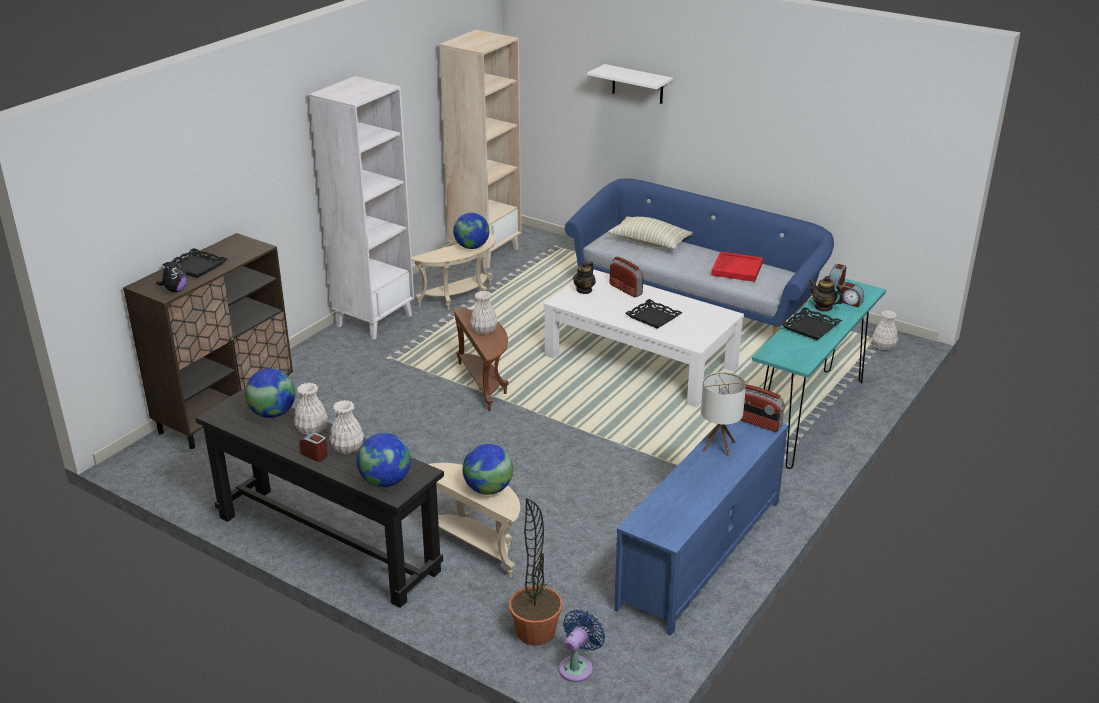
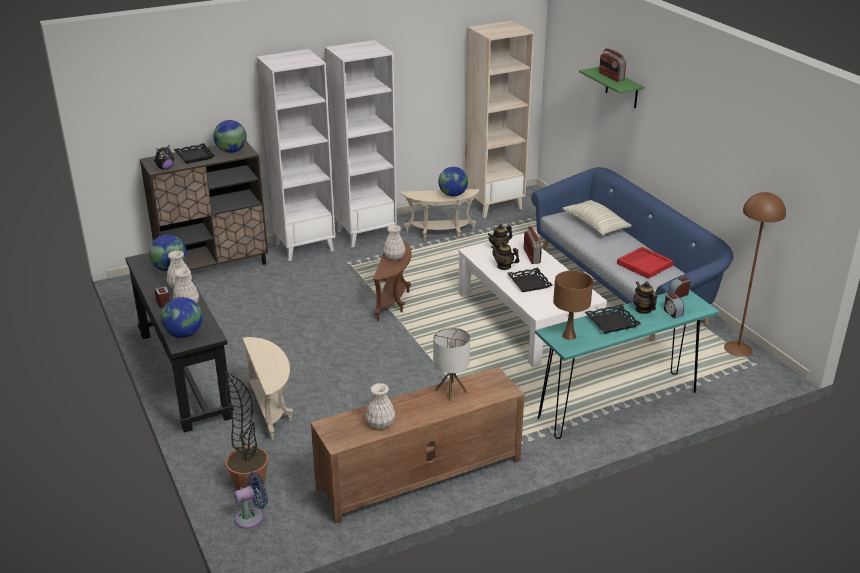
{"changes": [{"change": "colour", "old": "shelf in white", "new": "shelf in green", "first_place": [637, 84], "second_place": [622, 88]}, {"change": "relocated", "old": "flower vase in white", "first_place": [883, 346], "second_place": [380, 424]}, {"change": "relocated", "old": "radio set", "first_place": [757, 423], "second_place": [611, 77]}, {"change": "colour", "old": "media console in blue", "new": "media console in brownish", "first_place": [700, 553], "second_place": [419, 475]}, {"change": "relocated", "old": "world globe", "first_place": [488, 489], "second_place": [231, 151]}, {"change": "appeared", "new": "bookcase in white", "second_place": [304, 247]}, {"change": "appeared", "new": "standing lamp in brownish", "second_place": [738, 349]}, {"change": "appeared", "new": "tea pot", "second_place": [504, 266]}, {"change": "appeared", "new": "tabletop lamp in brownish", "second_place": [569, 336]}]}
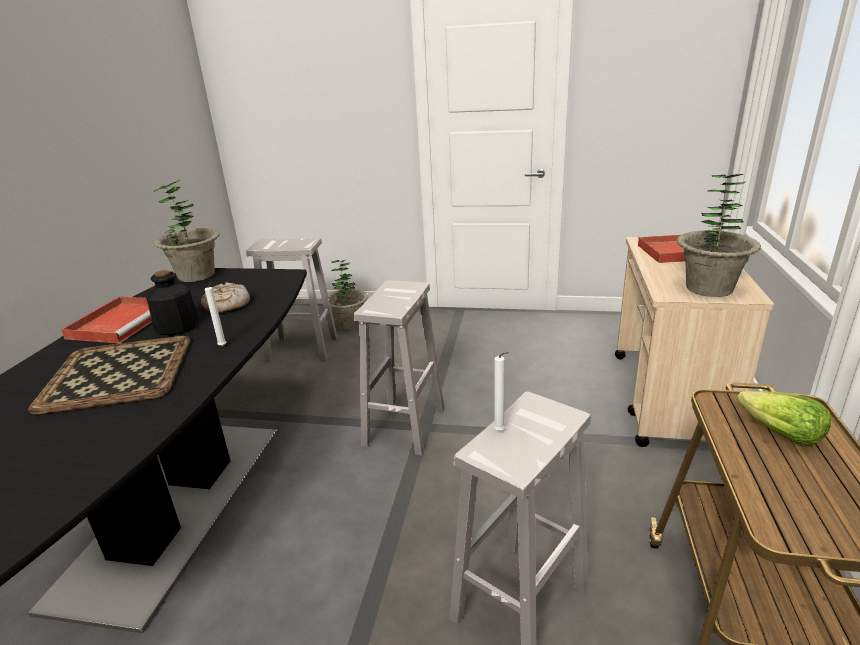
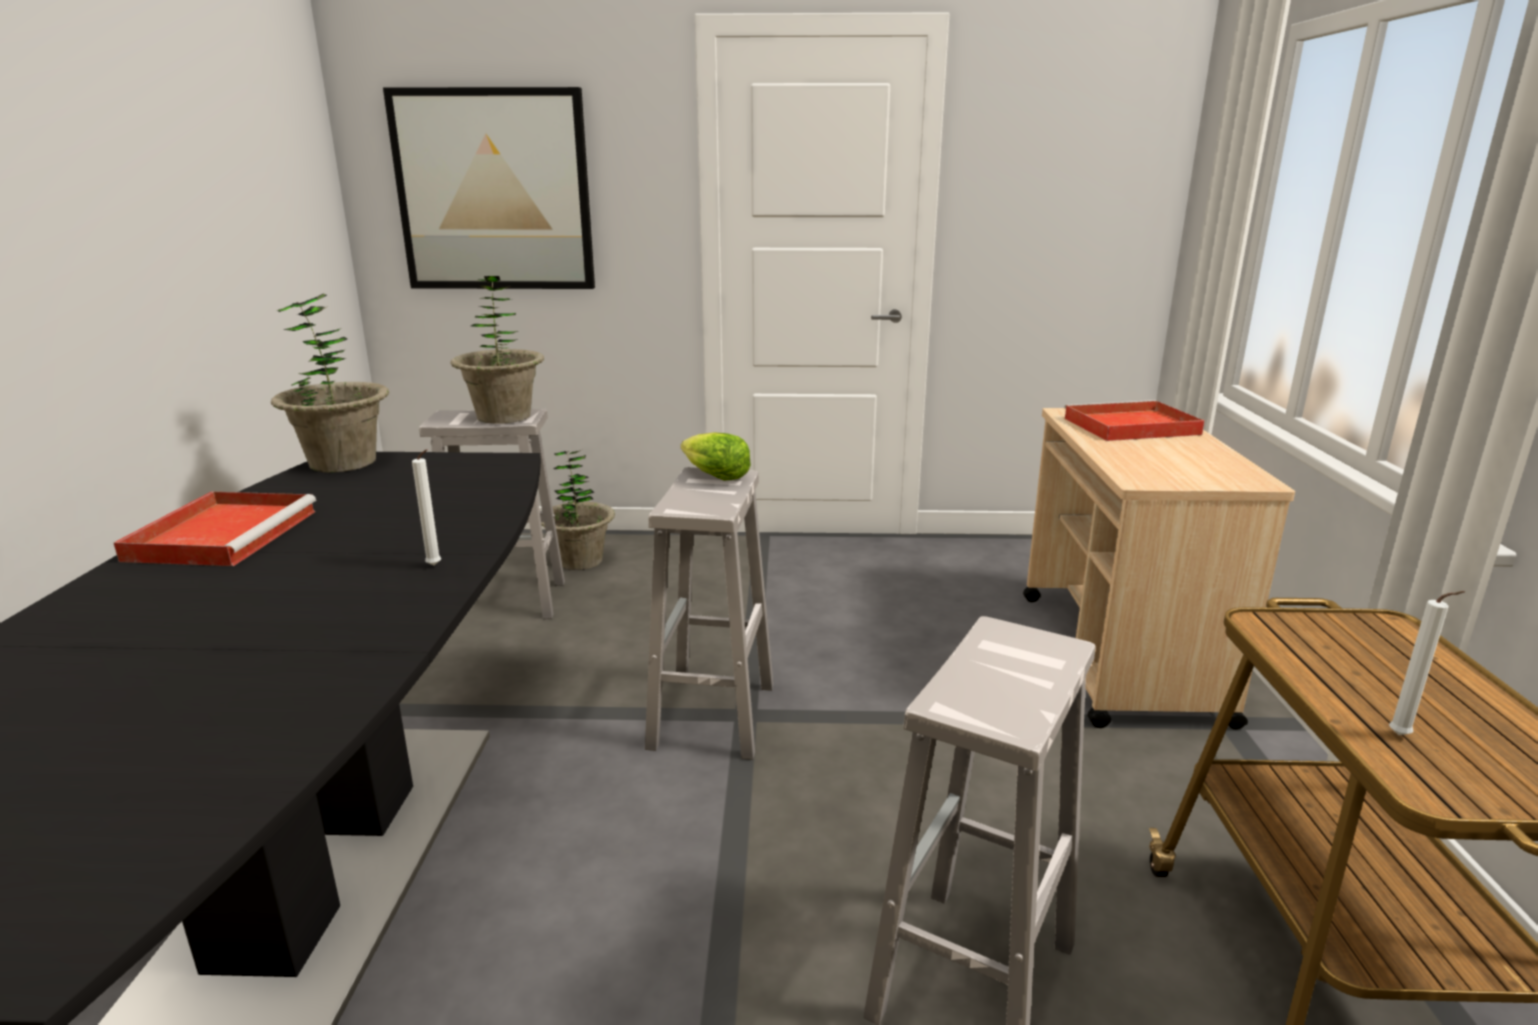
{"changes": [{"change": "relocated", "old": "houseplant", "first_place": [709, 288], "second_place": [504, 416]}, {"change": "missing", "old": "drink bottle", "first_place": [177, 326]}, {"change": "missing", "old": "baked bread", "first_place": [226, 305]}, {"change": "missing", "old": "tray", "first_place": [119, 372]}, {"change": "relocated", "old": "wax candle in white", "first_place": [500, 431], "second_place": [1403, 736]}, {"change": "relocated", "old": "head of lettuce", "first_place": [779, 433], "second_place": [714, 476]}, {"change": "appeared", "new": "picture", "second_place": [494, 191]}]}
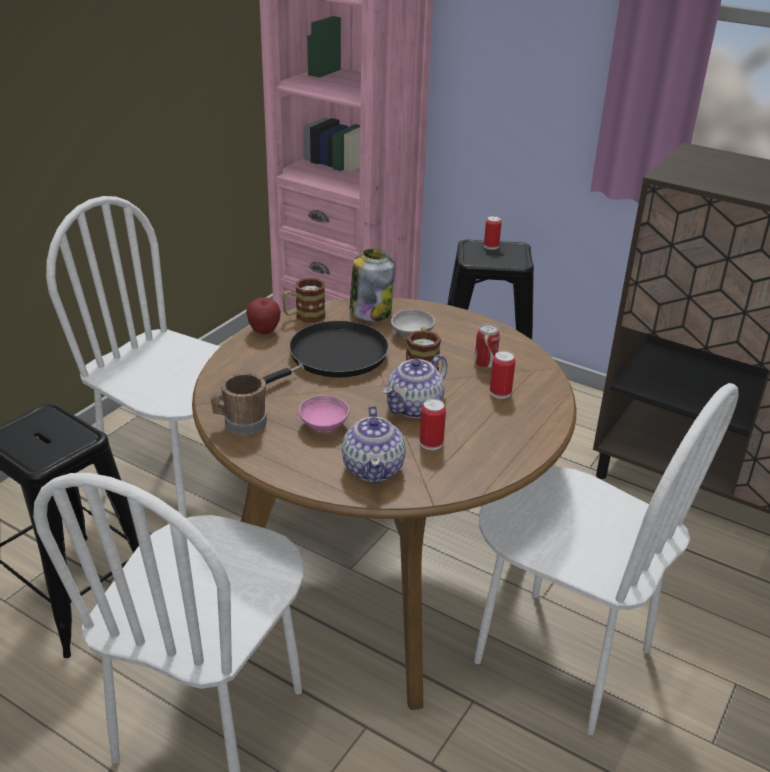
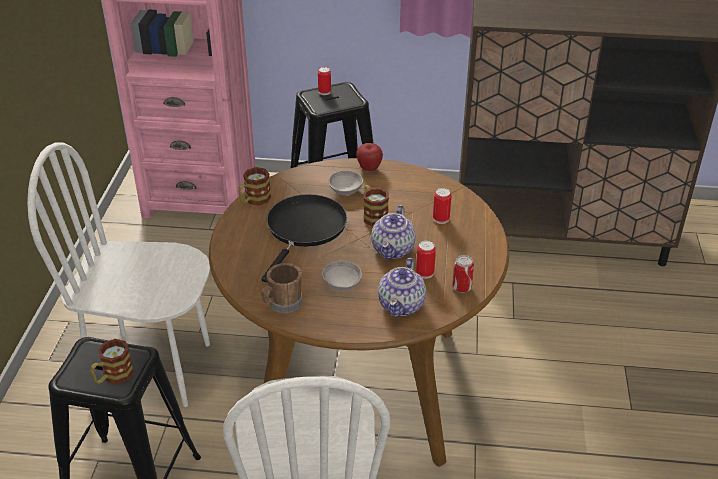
{"changes": [{"change": "missing", "old": "jar", "first_place": [370, 311]}, {"change": "relocated", "old": "apple", "first_place": [264, 331], "second_place": [369, 168]}, {"change": "relocated", "old": "can", "first_place": [485, 364], "second_place": [461, 288]}, {"change": "missing", "old": "chair in white", "first_place": [562, 657]}, {"change": "colour", "old": "deep dish in pink", "new": "deep dish in gray", "first_place": [324, 425], "second_place": [342, 284]}, {"change": "spun", "old": "tea pot", "first_place": [374, 468], "second_place": [402, 305], "degrees": 45}, {"change": "appeared", "new": "mug", "second_place": [113, 377]}]}
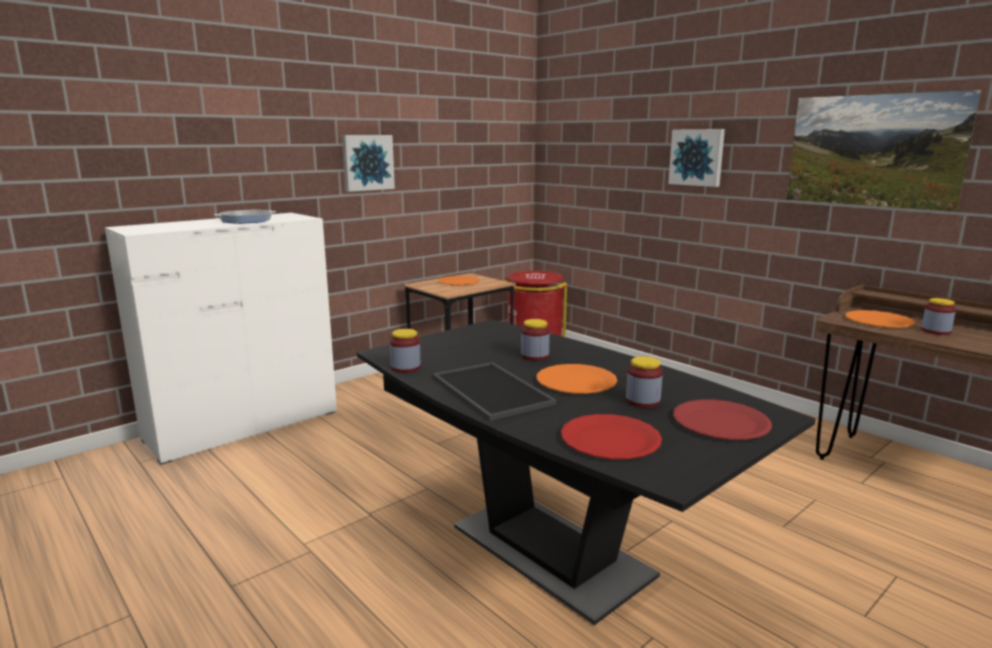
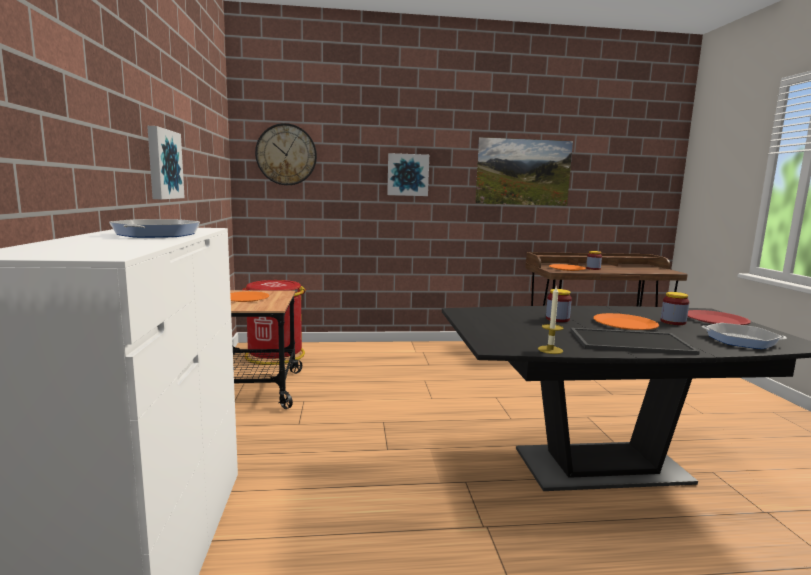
{"changes": [{"change": "exchanged", "old": "jar", "new": "wax candle", "first_place": [405, 368], "second_place": [550, 350]}, {"change": "exchanged", "old": "dinner plate in reddish", "new": "pan", "first_place": [610, 439], "second_place": [741, 340]}, {"change": "appeared", "new": "hanging clock", "second_place": [286, 154]}]}
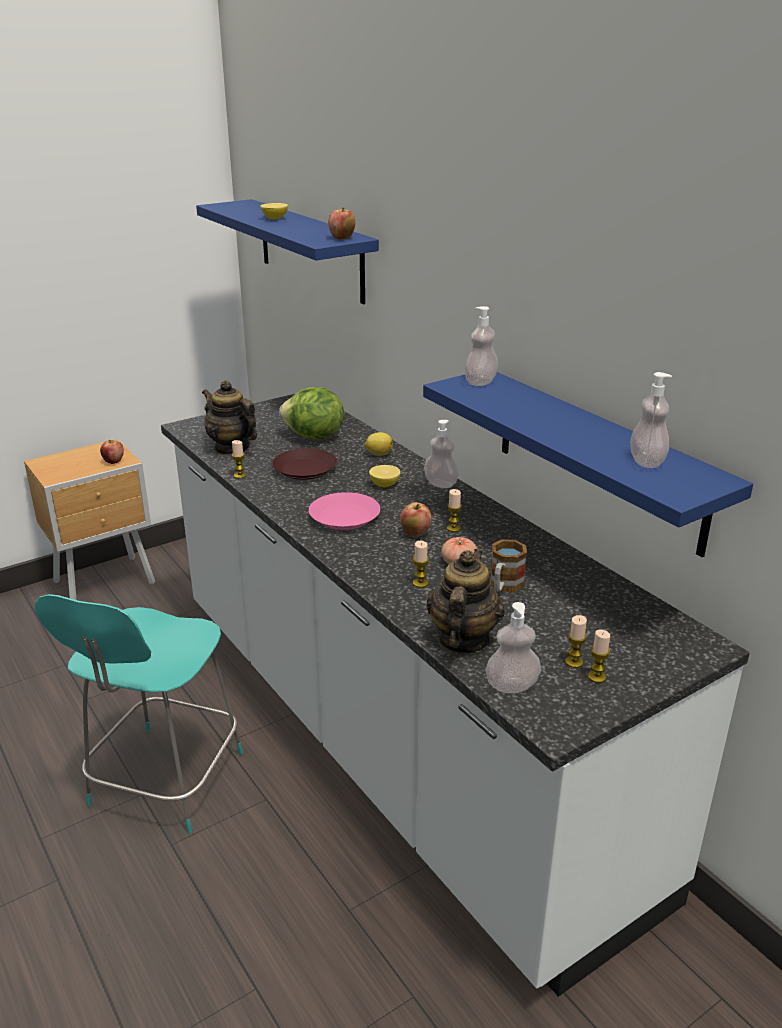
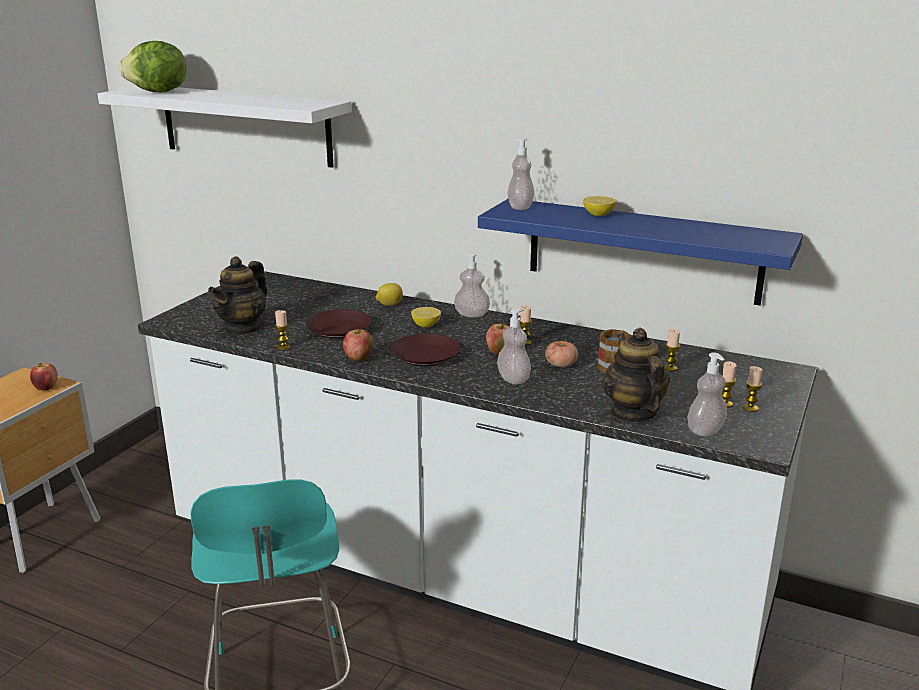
{"changes": [{"change": "colour", "old": "shelf in blue", "new": "shelf in white", "first_place": [310, 250], "second_place": [245, 125]}, {"change": "relocated", "old": "whole lemon", "first_place": [274, 218], "second_place": [598, 215]}, {"change": "relocated", "old": "apple", "first_place": [342, 238], "second_place": [358, 359]}, {"change": "relocated", "old": "soap bottle", "first_place": [646, 462], "second_place": [513, 379]}, {"change": "spun", "old": "tea pot", "first_place": [231, 448], "second_place": [243, 328], "degrees": -75}, {"change": "relocated", "old": "head of lettuce", "first_place": [313, 437], "second_place": [158, 92]}, {"change": "colour", "old": "dinner plate in pink", "new": "dinner plate in brownish", "first_place": [345, 517], "second_place": [426, 355]}, {"change": "relocated", "old": "wax candle", "first_place": [420, 583], "second_place": [670, 368]}]}
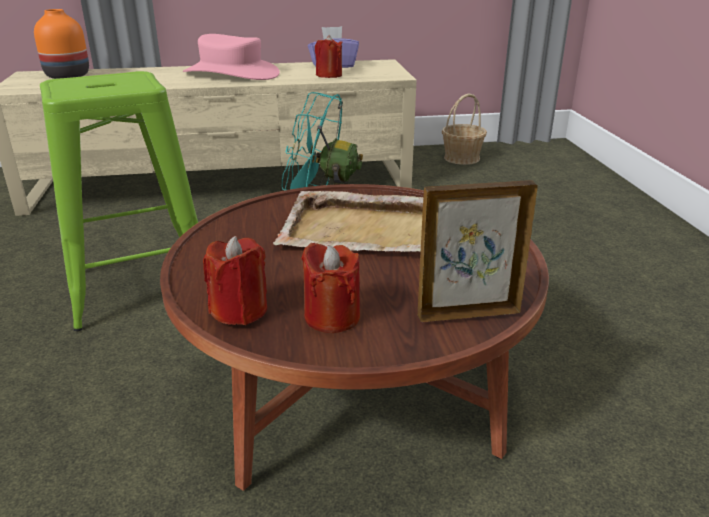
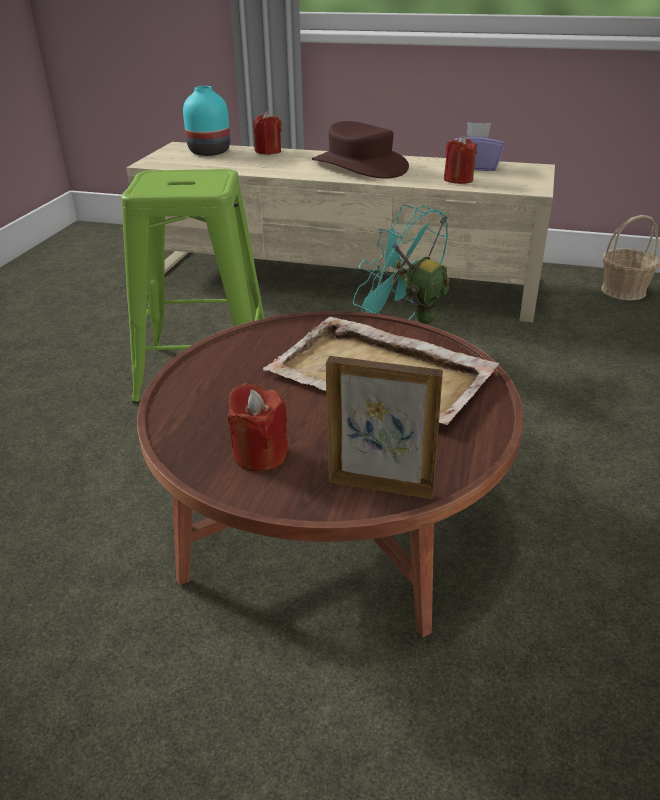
{"changes": [{"change": "colour", "old": "flower vase in orange-coloured", "new": "flower vase in blue-green", "first_place": [68, 75], "second_place": [210, 151]}, {"change": "colour", "old": "hat in pink", "new": "hat in brownish", "first_place": [231, 73], "second_place": [360, 166]}, {"change": "relocated", "old": "wax candle in reddish", "first_place": [239, 310], "second_place": [268, 151]}]}
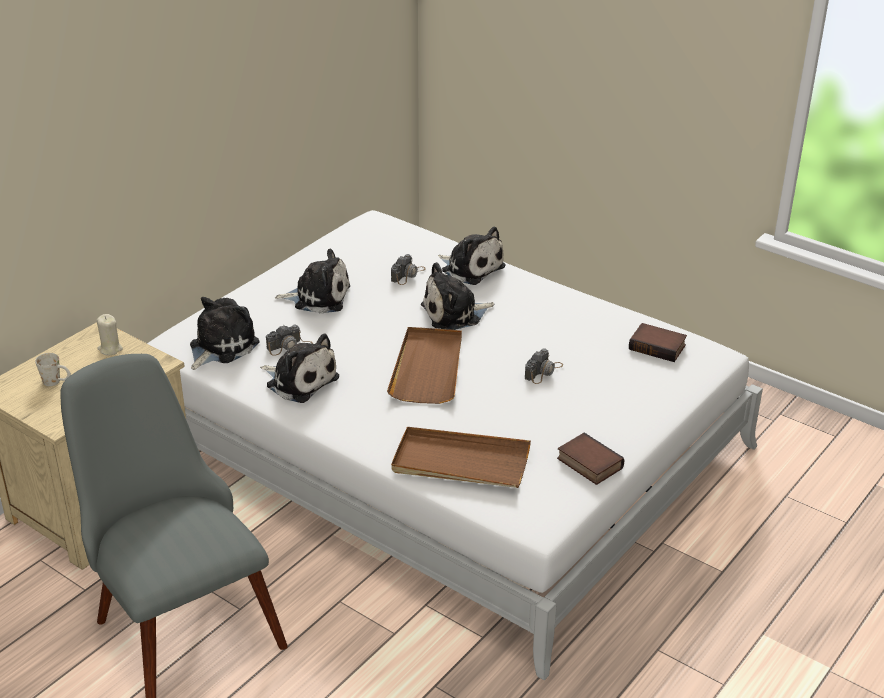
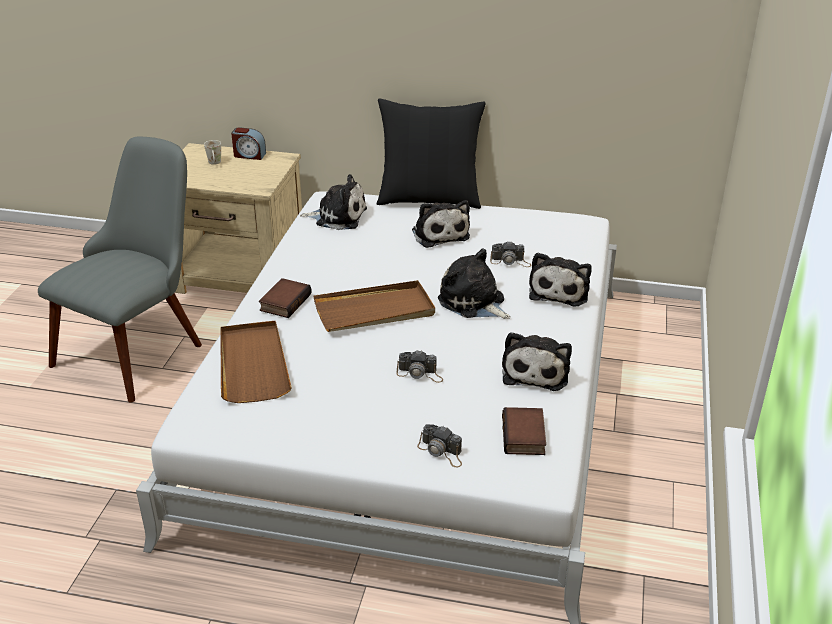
{"changes": [{"change": "missing", "old": "wax candle in sand-coloured", "first_place": [110, 349]}, {"change": "relocated", "old": "photo camera", "first_place": [289, 346], "second_place": [441, 452]}, {"change": "relocated", "old": "cuddly toy", "first_place": [300, 380], "second_place": [536, 371]}, {"change": "relocated", "old": "book", "first_place": [587, 463], "second_place": [284, 302]}, {"change": "appeared", "new": "throw pillow in black-coloured", "second_place": [429, 199]}, {"change": "appeared", "new": "bedside clock", "second_place": [249, 155]}]}
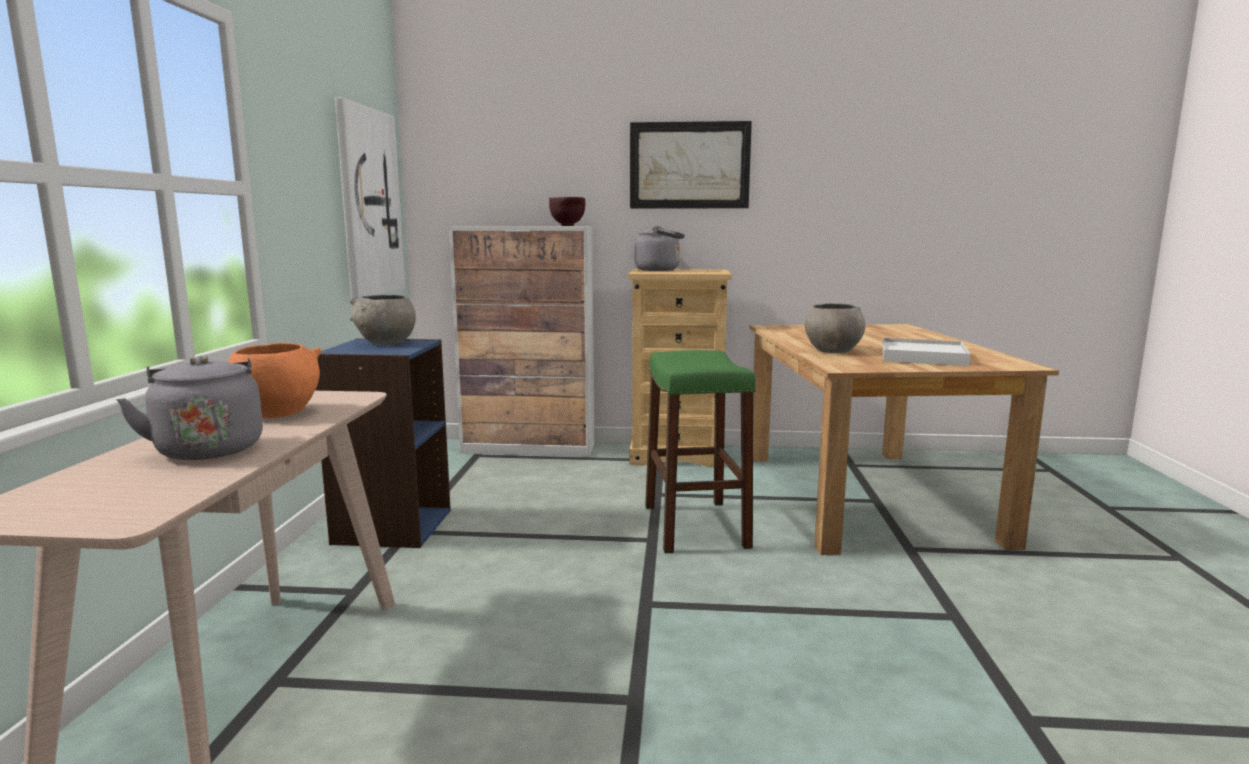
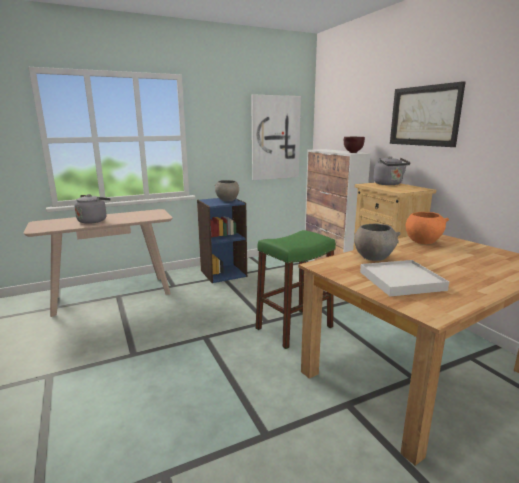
{"changes": [{"change": "relocated", "old": "deep dish in orange-coloured", "first_place": [277, 412], "second_place": [423, 241]}]}
